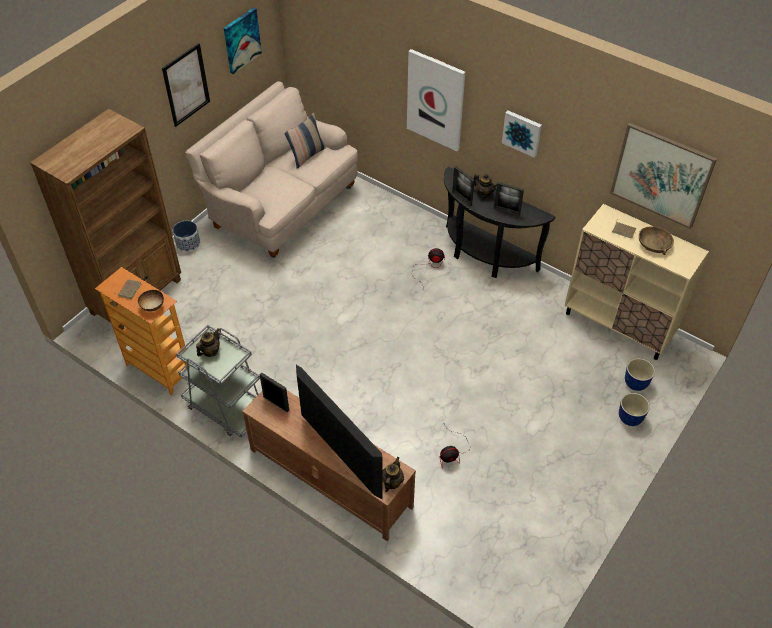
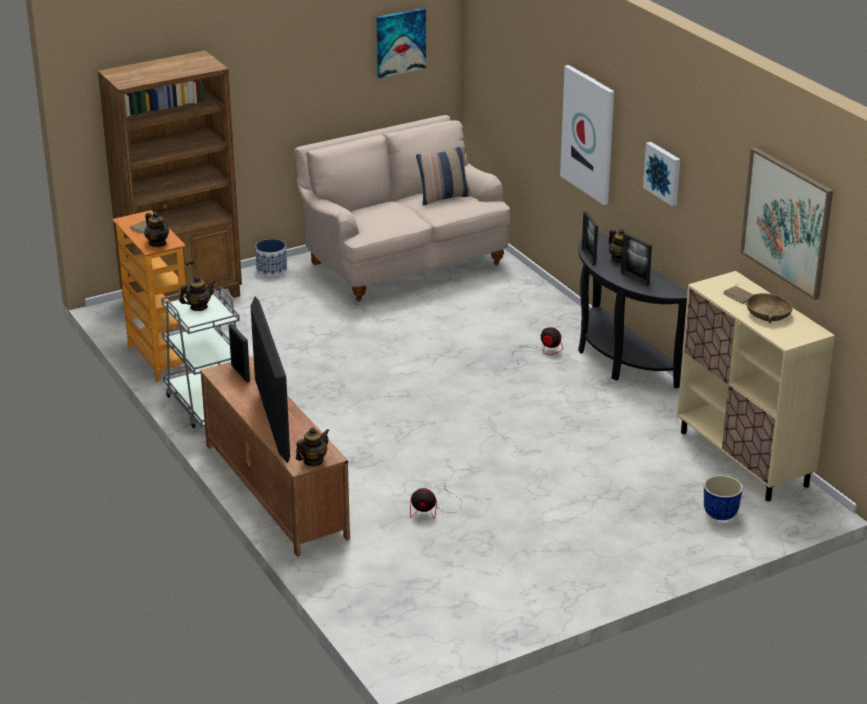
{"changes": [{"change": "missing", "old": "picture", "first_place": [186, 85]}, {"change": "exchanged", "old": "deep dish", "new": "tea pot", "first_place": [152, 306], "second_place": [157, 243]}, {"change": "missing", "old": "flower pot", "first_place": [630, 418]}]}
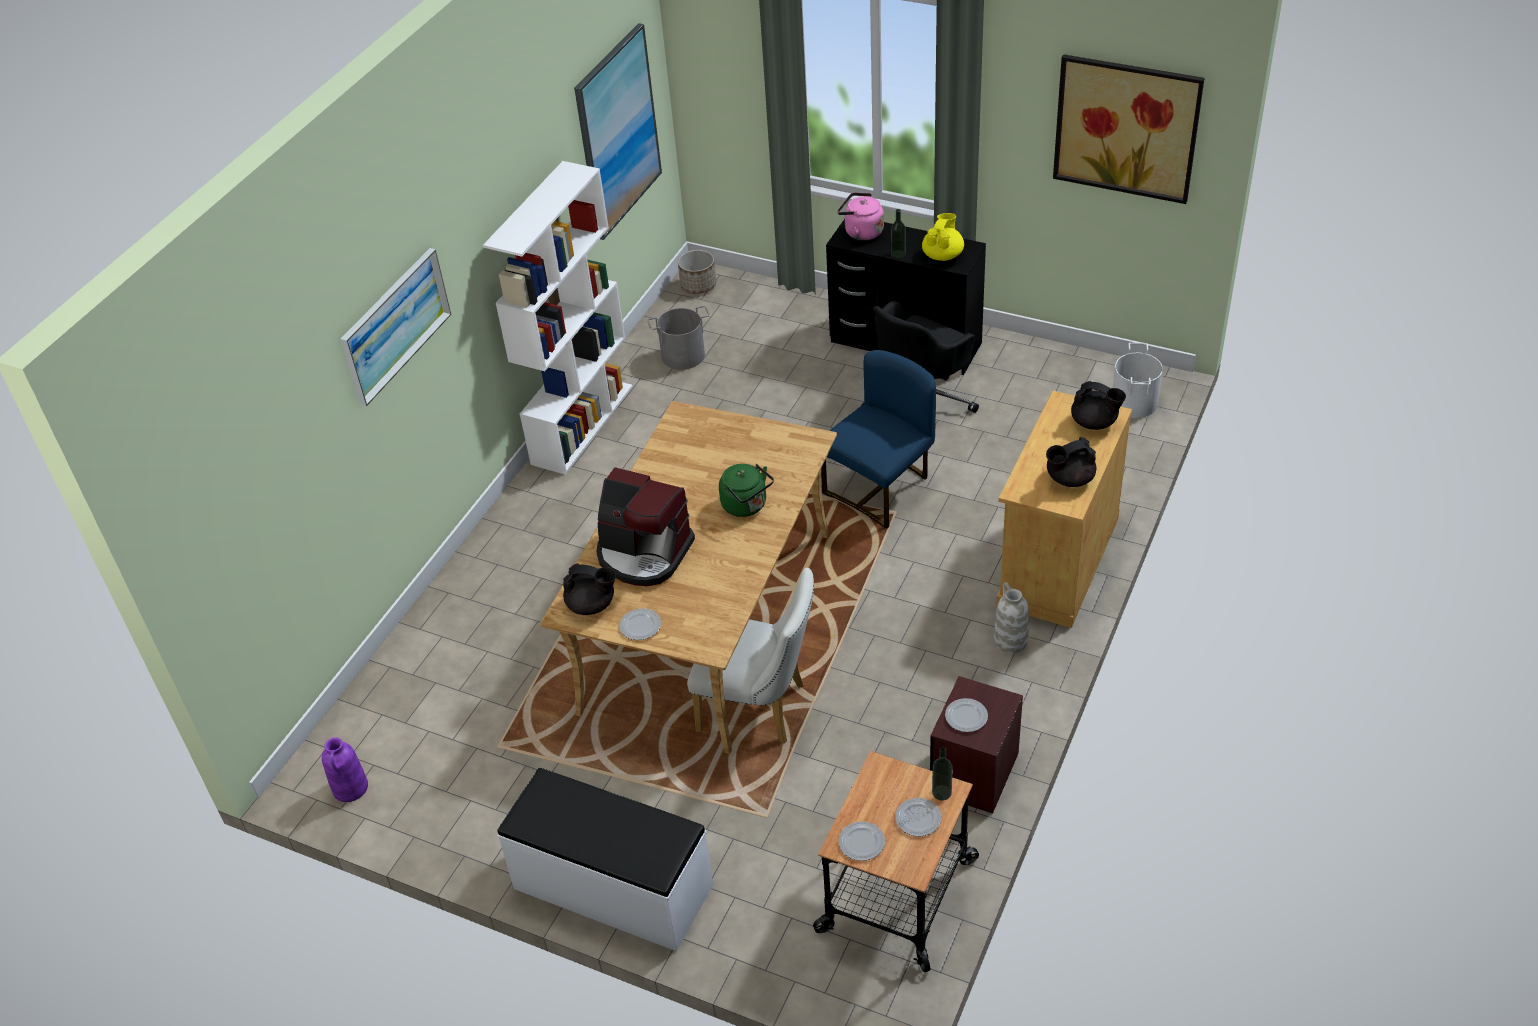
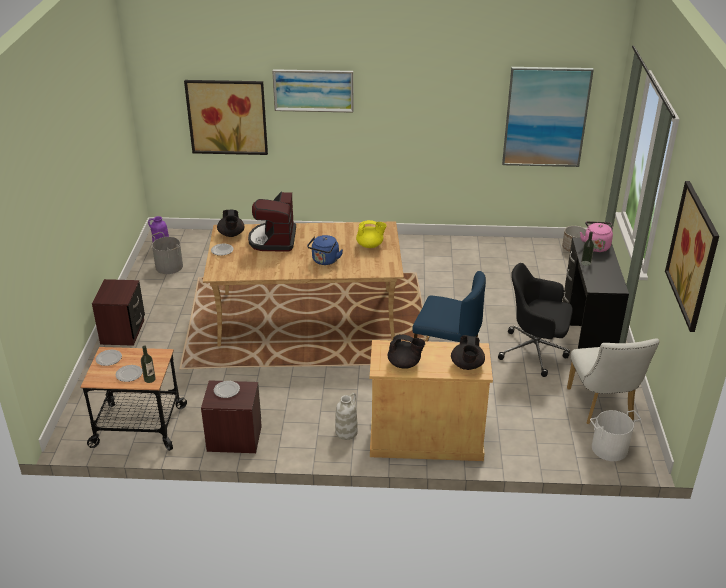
{"changes": [{"change": "missing", "old": "bookcase in white", "first_place": [582, 424]}, {"change": "relocated", "old": "tea pot in yellow", "first_place": [943, 255], "second_place": [370, 245]}, {"change": "relocated", "old": "water bucket in gray", "first_place": [683, 355], "second_place": [169, 266]}, {"change": "spun", "old": "tea pot in black-coloured", "first_place": [1069, 479], "second_place": [404, 364], "degrees": 150}, {"change": "colour", "old": "kettle in green", "new": "kettle in blue", "first_place": [746, 506], "second_place": [325, 261]}, {"change": "relocated", "old": "chair in white", "first_place": [760, 708], "second_place": [602, 407]}, {"change": "exchanged", "old": "indoor bench in white", "new": "bedside table in brownish", "first_place": [612, 888], "second_place": [123, 332]}, {"change": "appeared", "new": "picture", "second_place": [227, 117]}]}
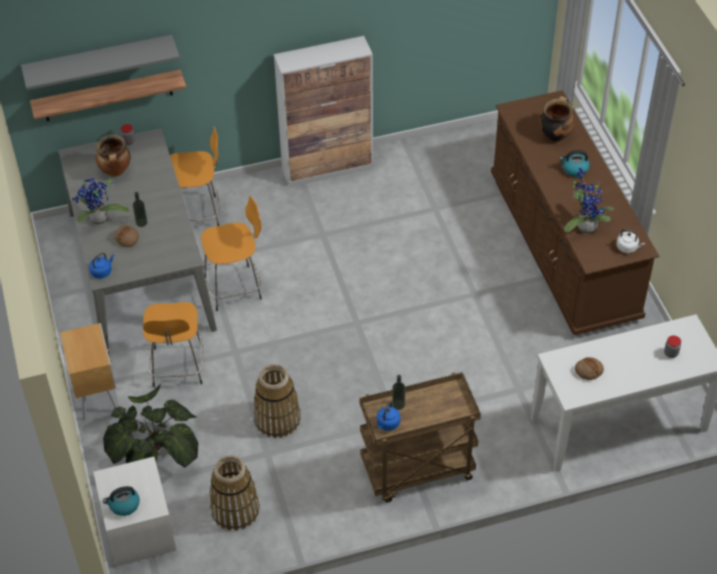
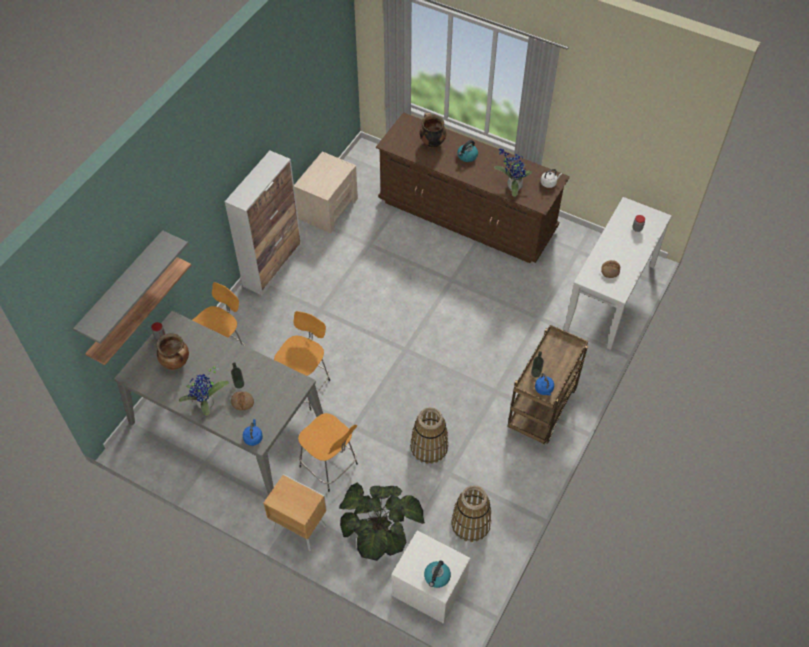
{"changes": [{"change": "appeared", "new": "bedside table in sand-coloured", "second_place": [328, 208]}]}
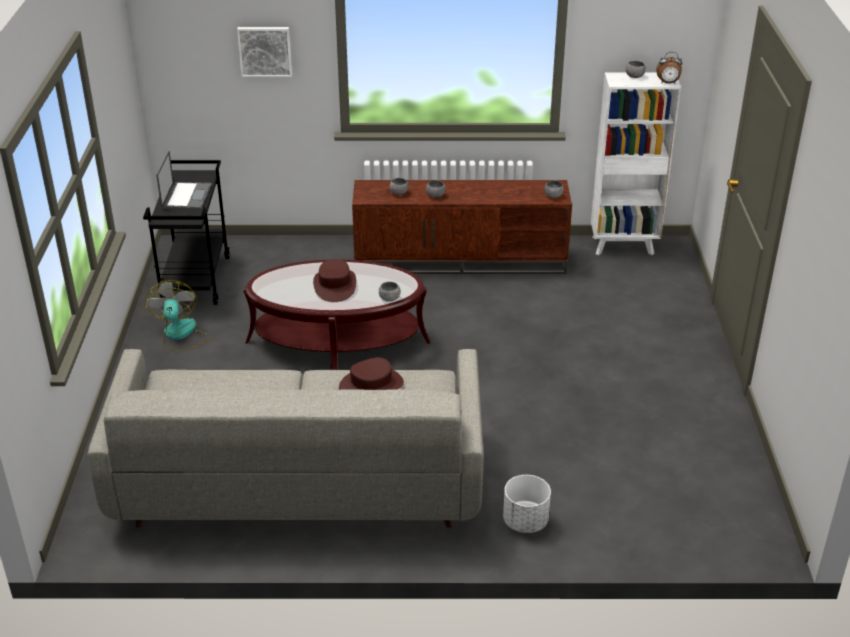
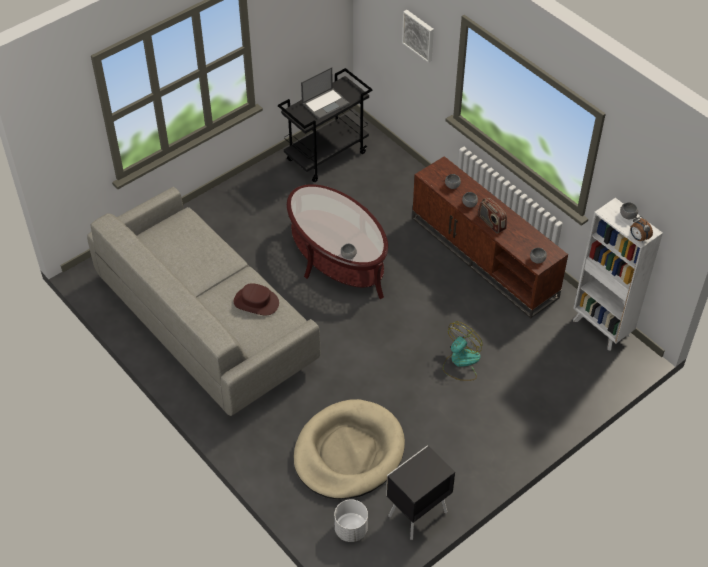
{"changes": [{"change": "missing", "old": "hat in brownish", "first_place": [335, 285]}, {"change": "relocated", "old": "cooling fan", "first_place": [180, 335], "second_place": [460, 362]}, {"change": "relocated", "old": "flower pot in white", "first_place": [525, 522], "second_place": [350, 529]}, {"change": "appeared", "new": "radio set", "second_place": [491, 223]}, {"change": "appeared", "new": "dog bed in sand-coloured", "second_place": [348, 452]}, {"change": "appeared", "new": "bedside table in black-coloured", "second_place": [416, 514]}]}
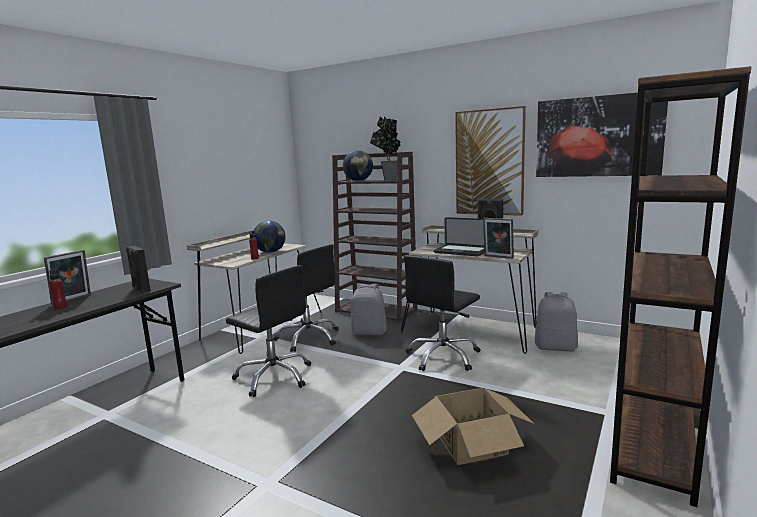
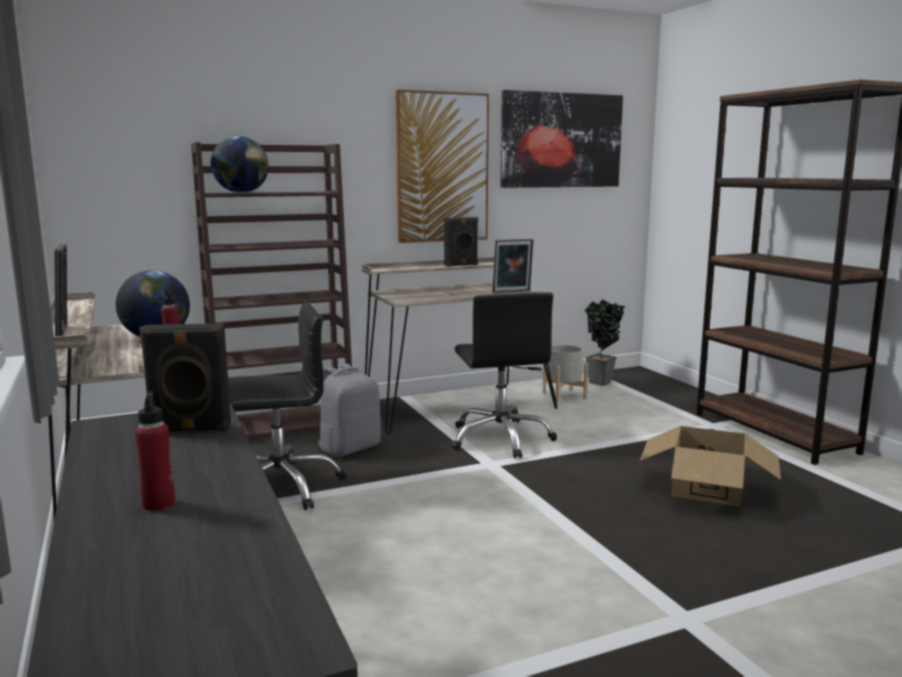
{"changes": [{"change": "relocated", "old": "houseplant", "first_place": [388, 180], "second_place": [601, 383]}, {"change": "missing", "old": "portable computer", "first_place": [461, 251]}, {"change": "relocated", "old": "photo frame", "first_place": [72, 300], "second_place": [66, 332]}, {"change": "missing", "old": "office chair in black-coloured", "first_place": [274, 377]}, {"change": "exchanged", "old": "knapsack in gray", "new": "flower pot in gray", "first_place": [555, 347], "second_place": [563, 395]}]}
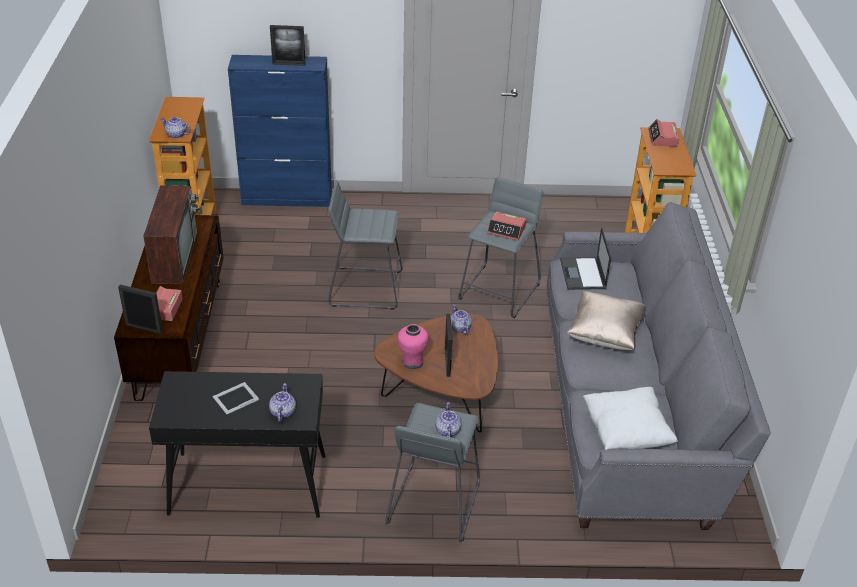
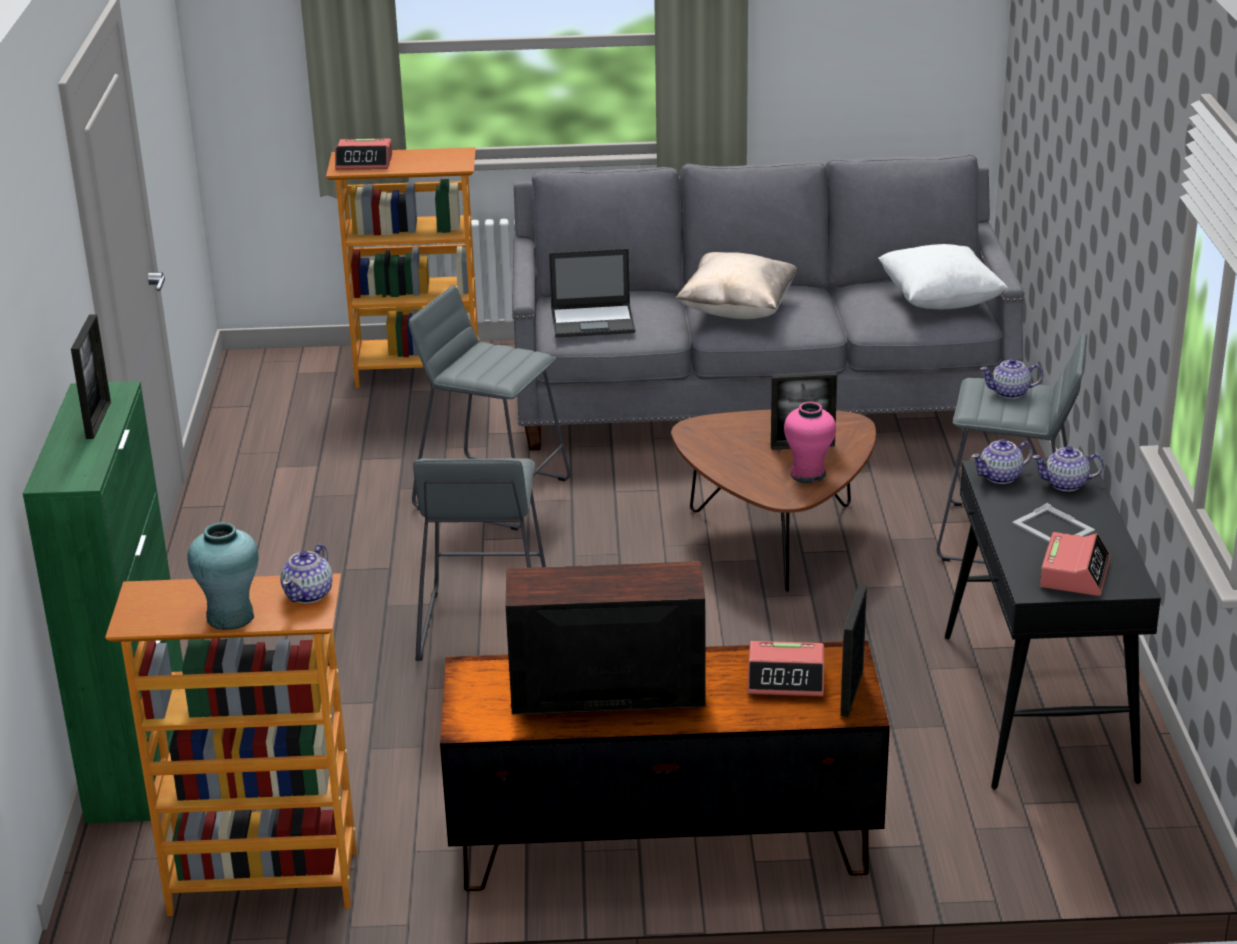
{"changes": [{"change": "colour", "old": "storage cabinet in blue", "new": "storage cabinet in green", "first_place": [287, 198], "second_place": [139, 753]}, {"change": "relocated", "old": "bedside clock", "first_place": [506, 230], "second_place": [1074, 573]}, {"change": "relocated", "old": "tea pot", "first_place": [460, 328], "second_place": [1001, 477]}, {"change": "appeared", "new": "flower vase in blue-green", "second_place": [230, 616]}]}
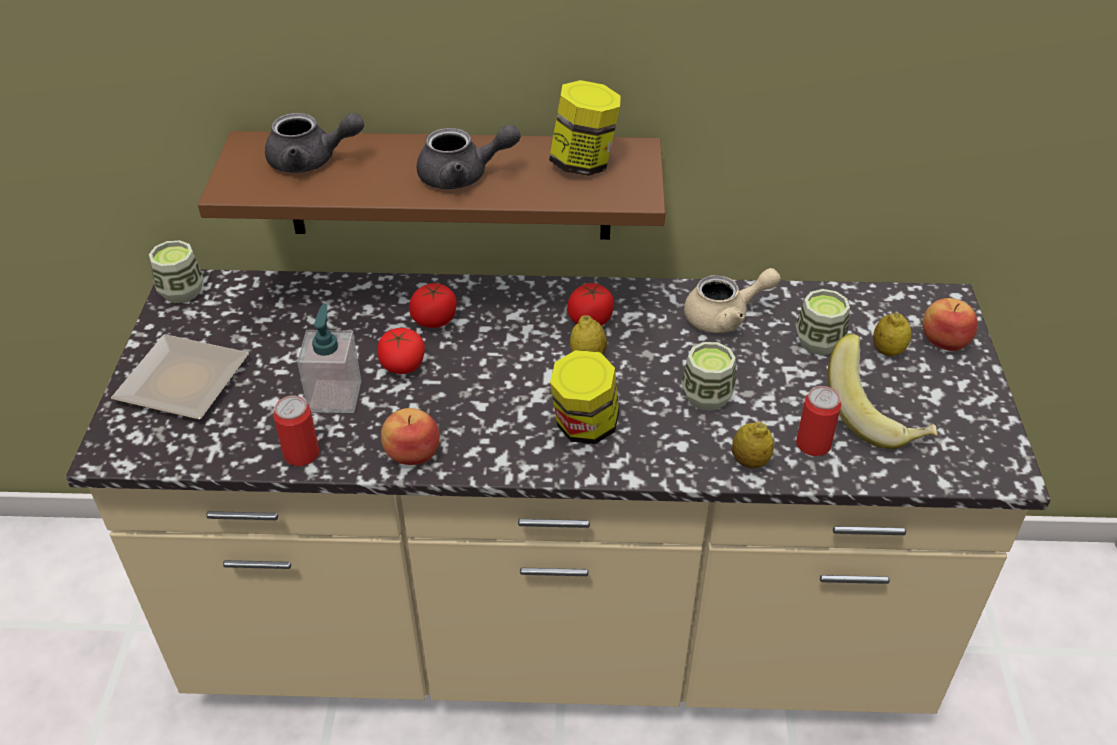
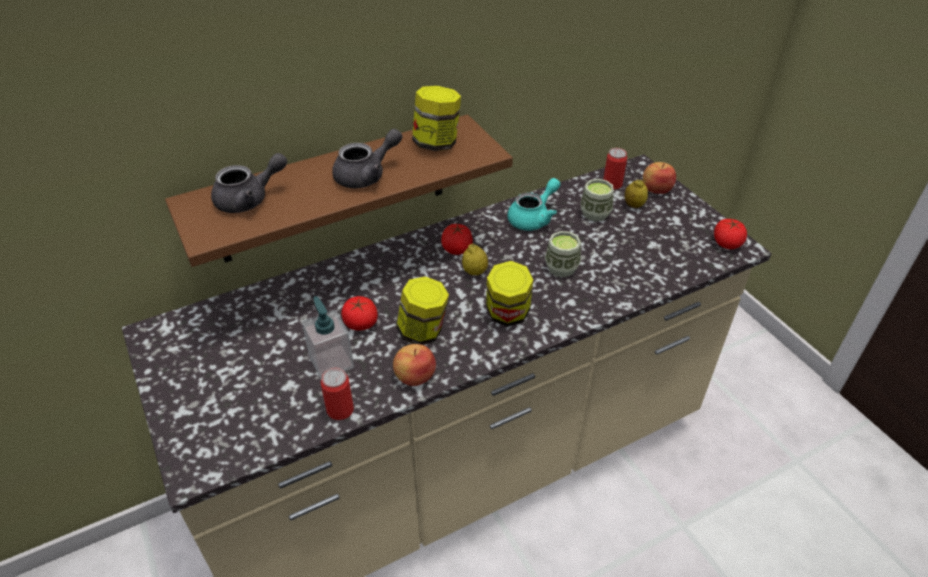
{"changes": [{"change": "missing", "old": "small cup", "first_place": [182, 291]}, {"change": "colour", "old": "tea pot in sand-coloured", "new": "tea pot in blue-green", "first_place": [725, 316], "second_place": [533, 218]}, {"change": "relocated", "old": "tomato", "first_place": [434, 319], "second_place": [727, 243]}, {"change": "missing", "old": "banana", "first_place": [876, 416]}, {"change": "missing", "old": "dinner plate", "first_place": [184, 385]}, {"change": "relocated", "old": "can", "first_place": [813, 444], "second_place": [612, 184]}, {"change": "missing", "old": "whole lemon", "first_place": [750, 461]}, {"change": "appeared", "new": "jar", "second_place": [423, 331]}]}
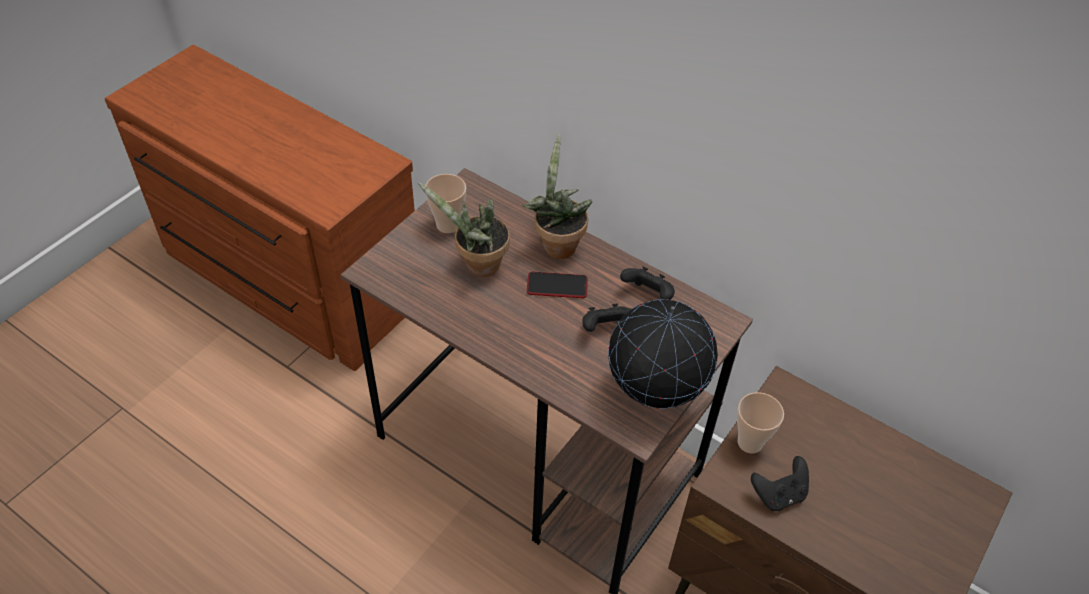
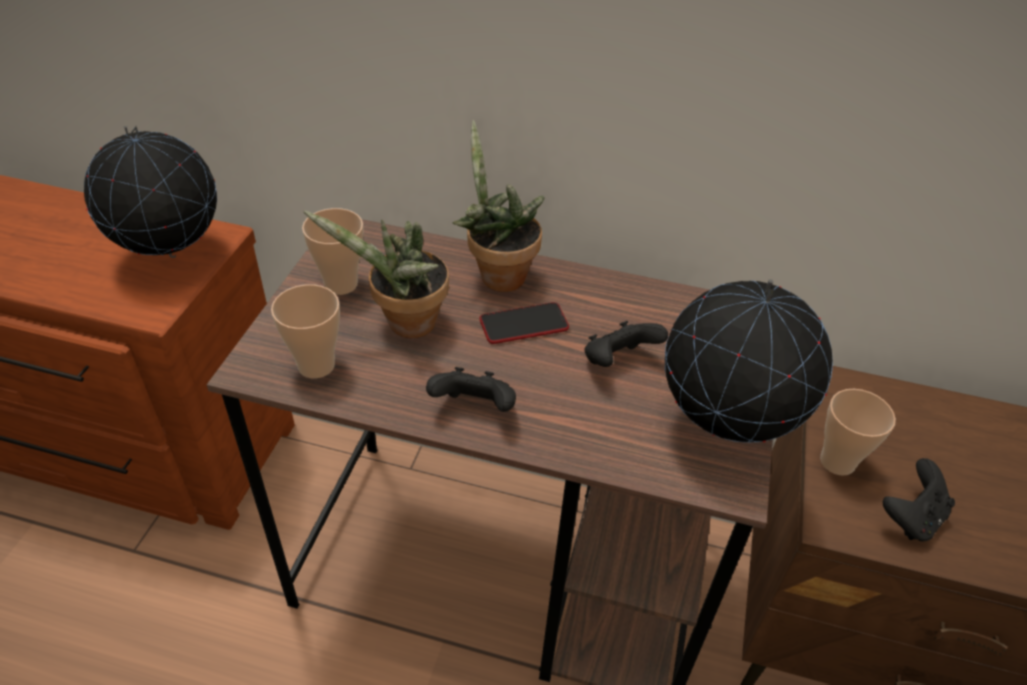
{"changes": [{"change": "relocated", "old": "joypad in black-coloured", "first_place": [648, 295], "second_place": [474, 408]}, {"change": "appeared", "new": "world globe", "second_place": [171, 255]}, {"change": "appeared", "new": "small cup", "second_place": [316, 365]}]}
